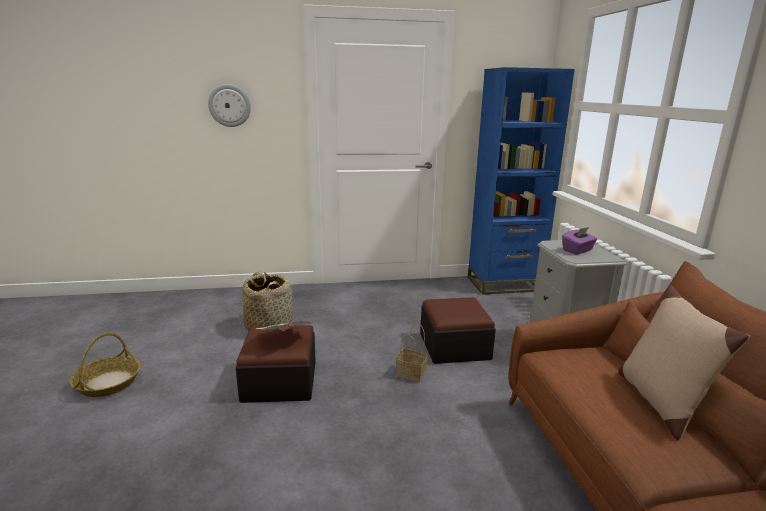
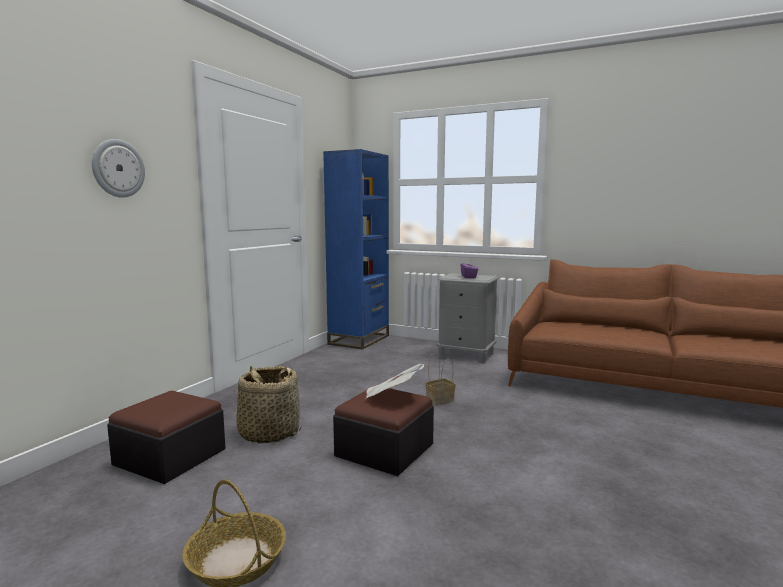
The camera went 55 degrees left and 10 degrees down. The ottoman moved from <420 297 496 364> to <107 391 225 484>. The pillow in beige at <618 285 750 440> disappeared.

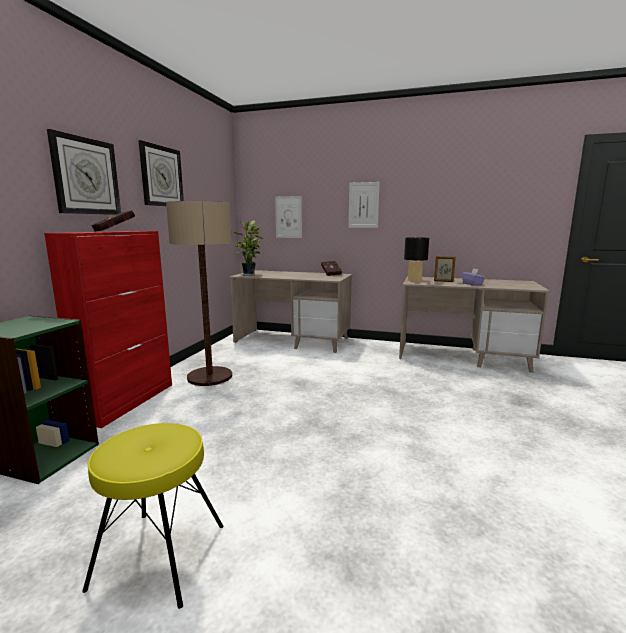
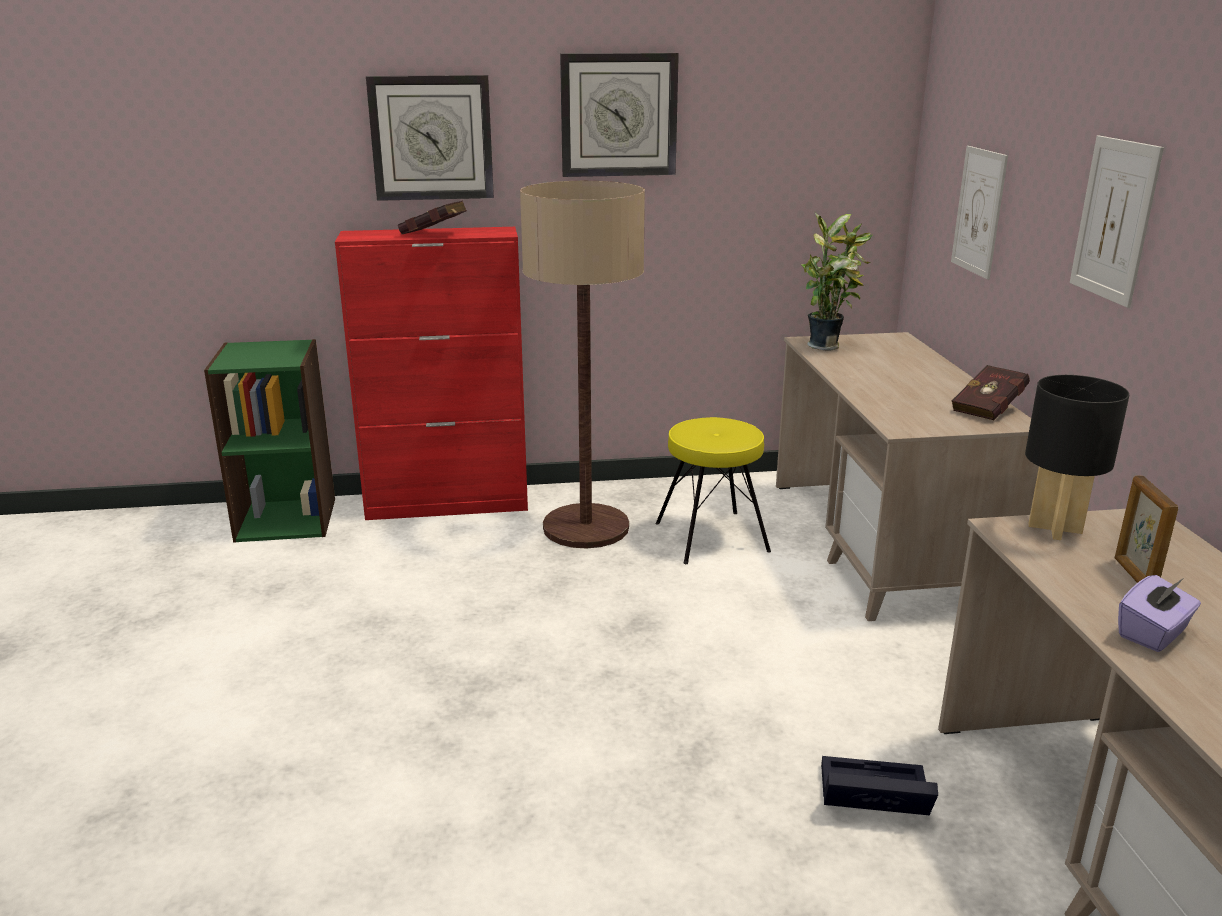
The camera went 65 degrees right and 10 degrees up. The stool seat in yellowish moved from <82 423 224 609> to <656 417 771 564>. The storage bin in black-coloured at <821 756 938 815> appeared.

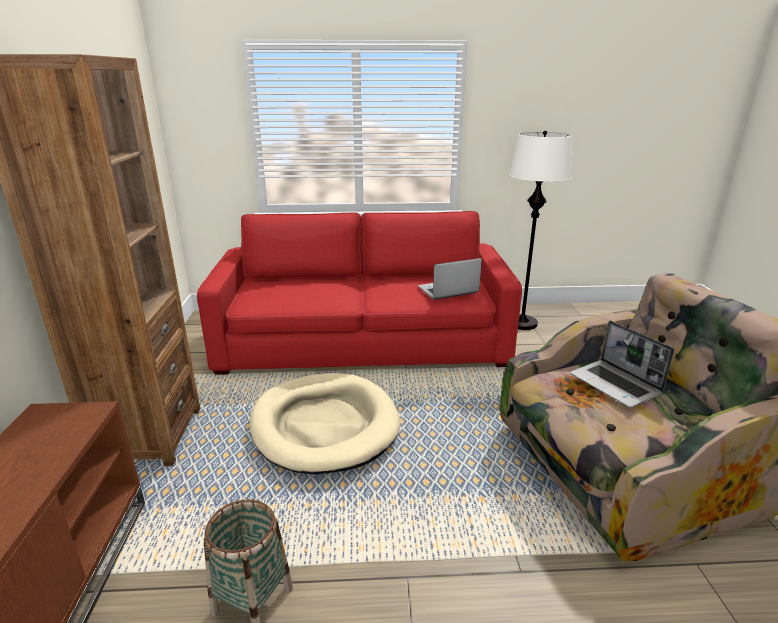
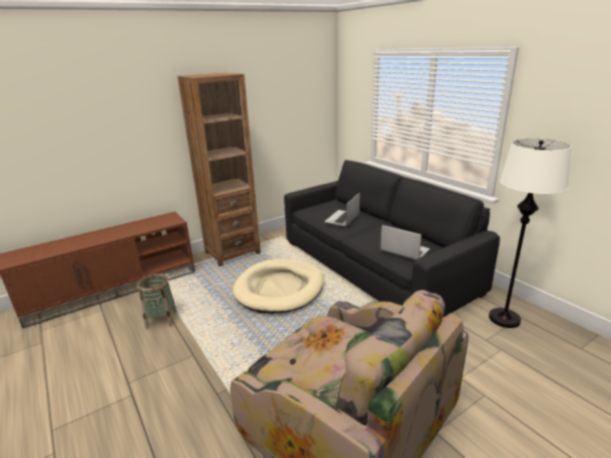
The camera went 60 degrees right and 0 degrees up. The sofa in reddish at <197 211 522 375> became the sofa in black-coloured at <284 160 500 317>. The laptop moved from <570 320 674 408> to <325 193 360 227>.

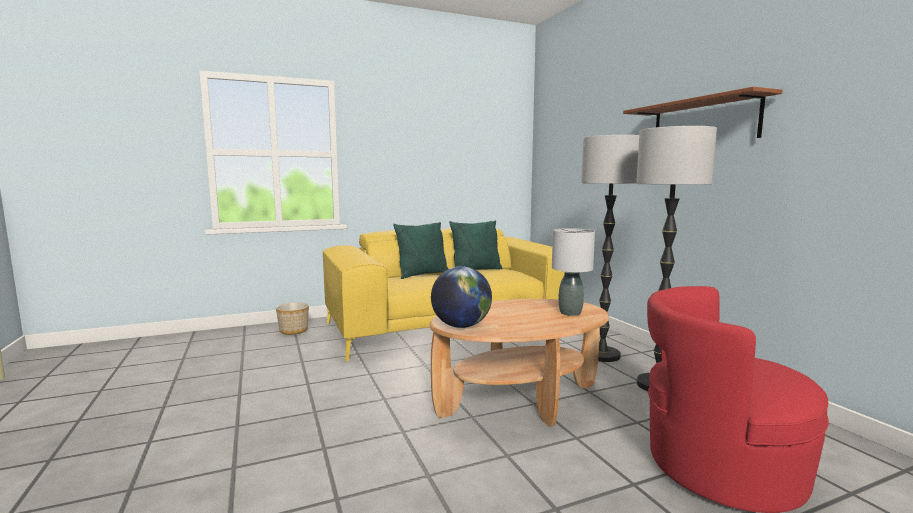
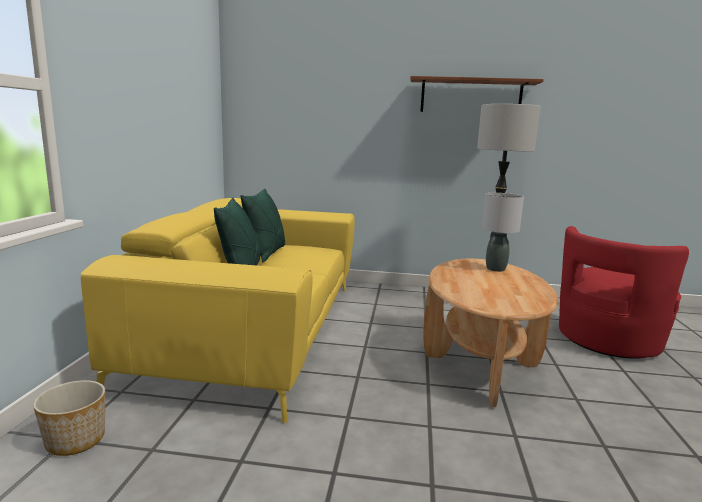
The camera went 60 degrees left and 5 degrees up. The desk globe at <431 266 492 328> disappeared. The floor lamp at <581 135 639 362> disappeared.

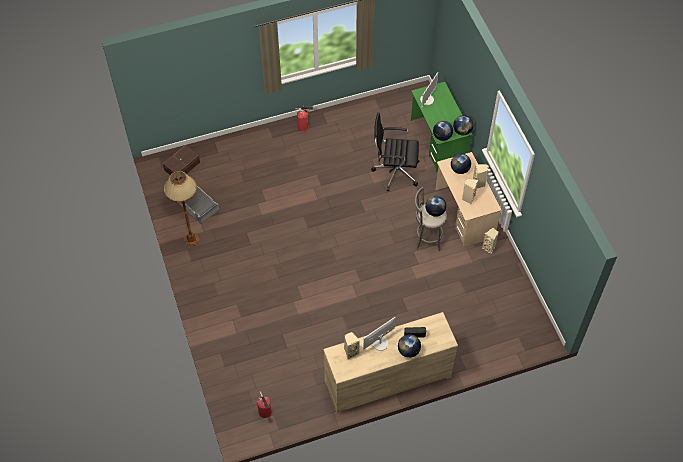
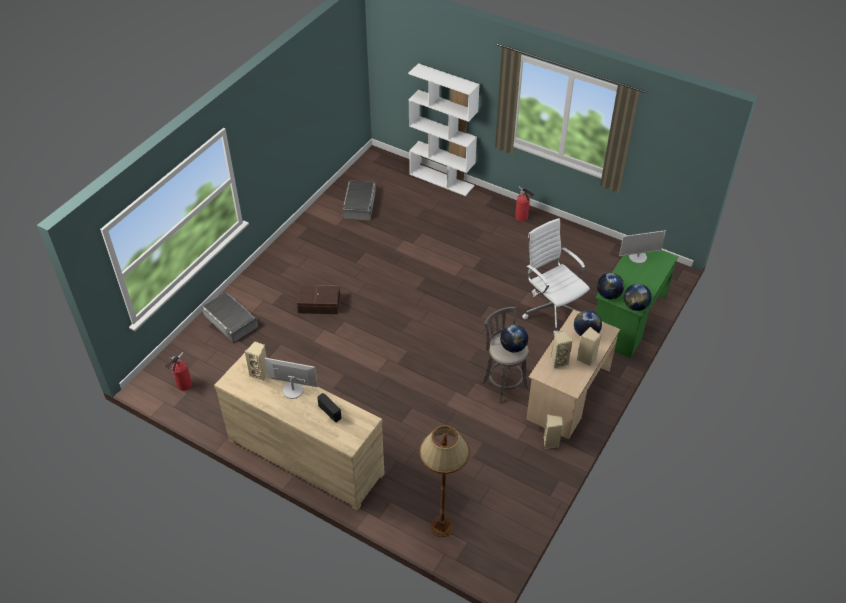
The camera went 50 degrees right and 10 degrees down. The storage bin in greyish at <202 292 258 343> appeared. The storage bin in brown-coloured moved from <163 145 200 180> to <297 285 340 314>. The shelving unit in whitish at <408 63 480 196> appeared. The floor lamp in brown-coloured moved from <164 171 199 246> to <419 425 470 537>. The computer chair in black-coloured at <371 112 419 191> became the computer chair in whitish at <522 218 590 334>. The desk globe at <398 334 421 358> disappeared.

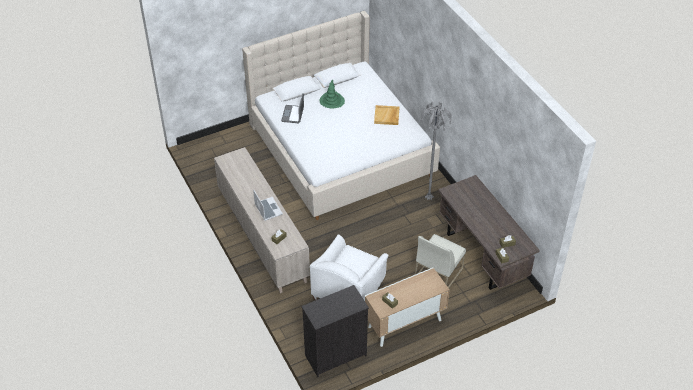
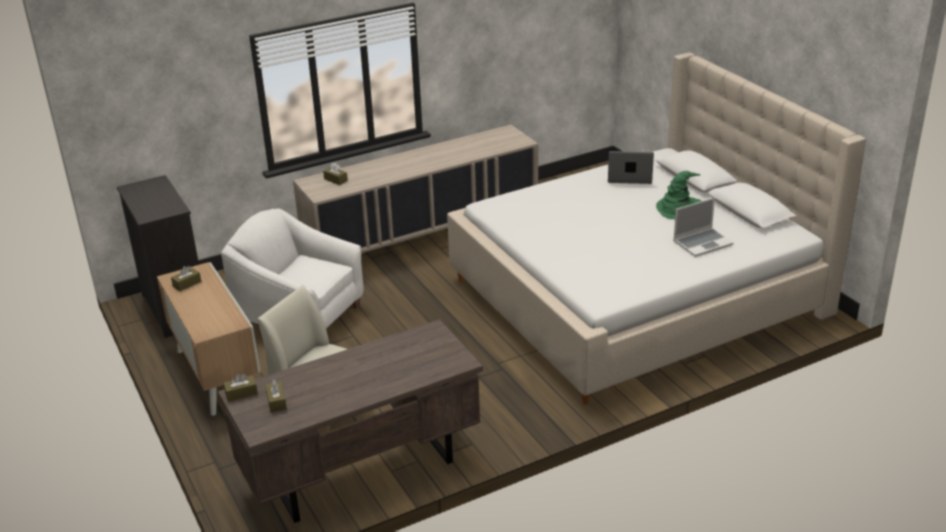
The camera went 90 degrees right and 15 degrees down. The laptop moved from <253 189 283 221> to <673 197 734 257>. The tray in beige at <374 105 400 125> disappeared. The floor lamp in greyish at <420 101 452 200> disappeared.

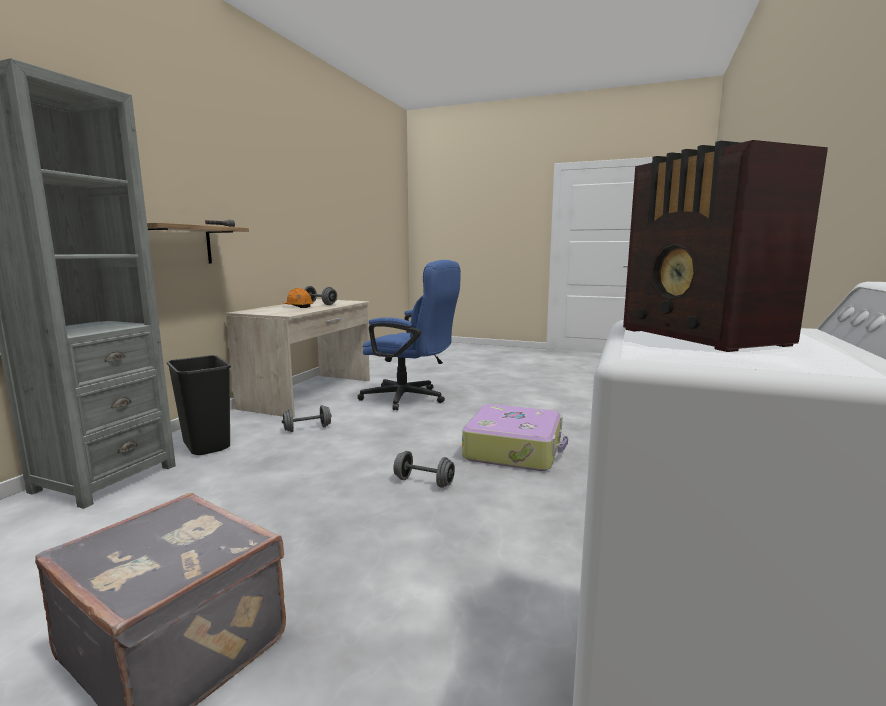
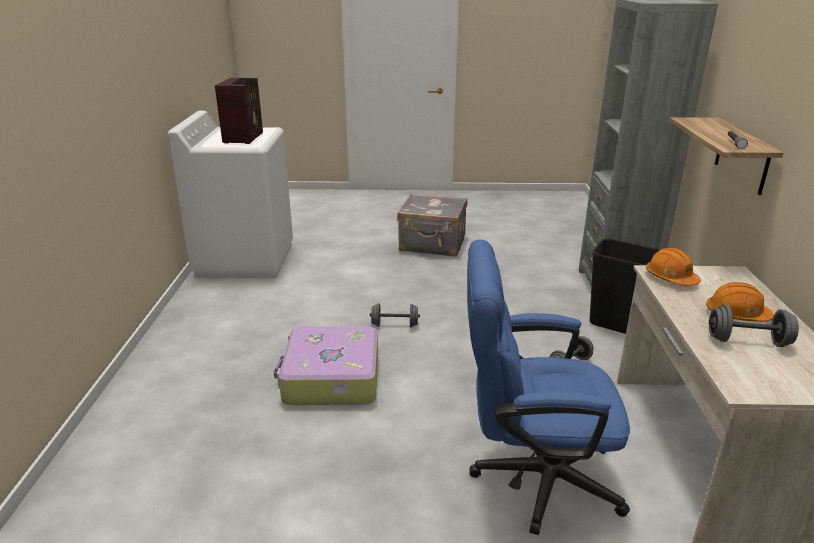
The camera went 160 degrees right and 15 degrees up. The radio receiver at <623 140 828 352> turned 45 degrees clockwise. The safety helmet in orange-coloured at <646 248 700 286> appeared.

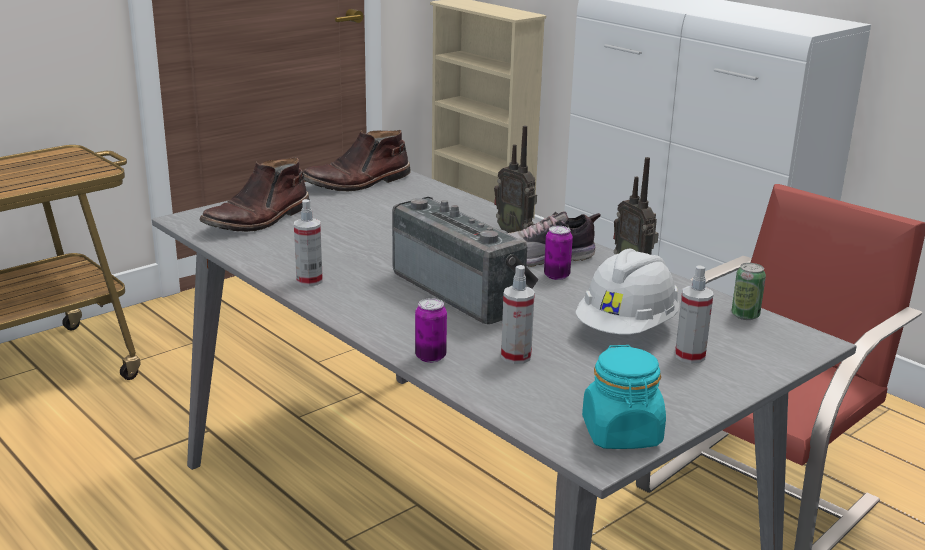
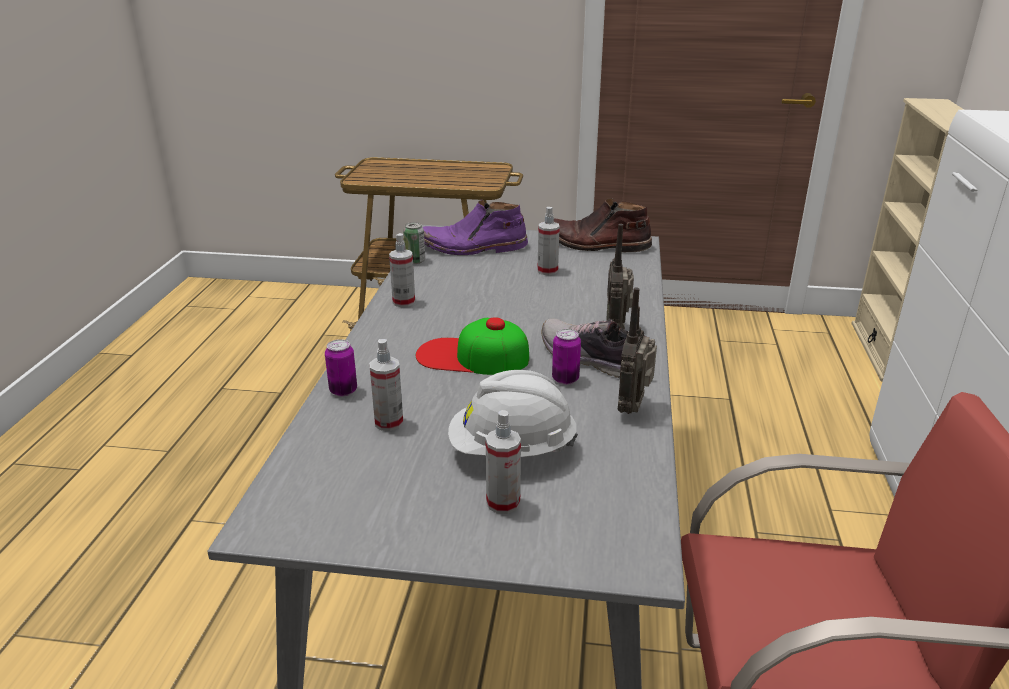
The camera went 50 degrees right and 5 degrees up. The sealed can moved from <731 263 766 320> to <403 222 425 264>. The radio receiver at <392 197 539 324> was replaced by the baseball cap at <416 317 529 375>. The high-top boot in brown-coloured at <199 157 310 232> became the high-top boot in purple at <423 200 528 255>. The sprayer at <537 207 560 275> appeared. The jar in turquoise-coloured at <582 345 666 449> disappeared.

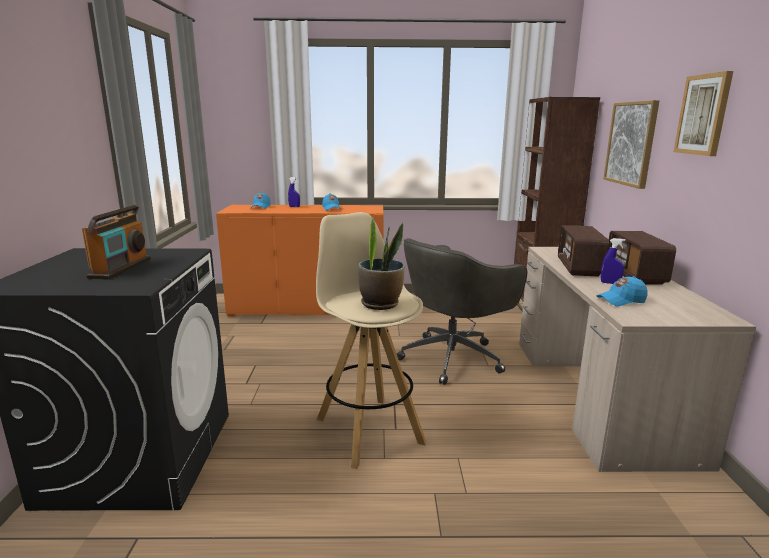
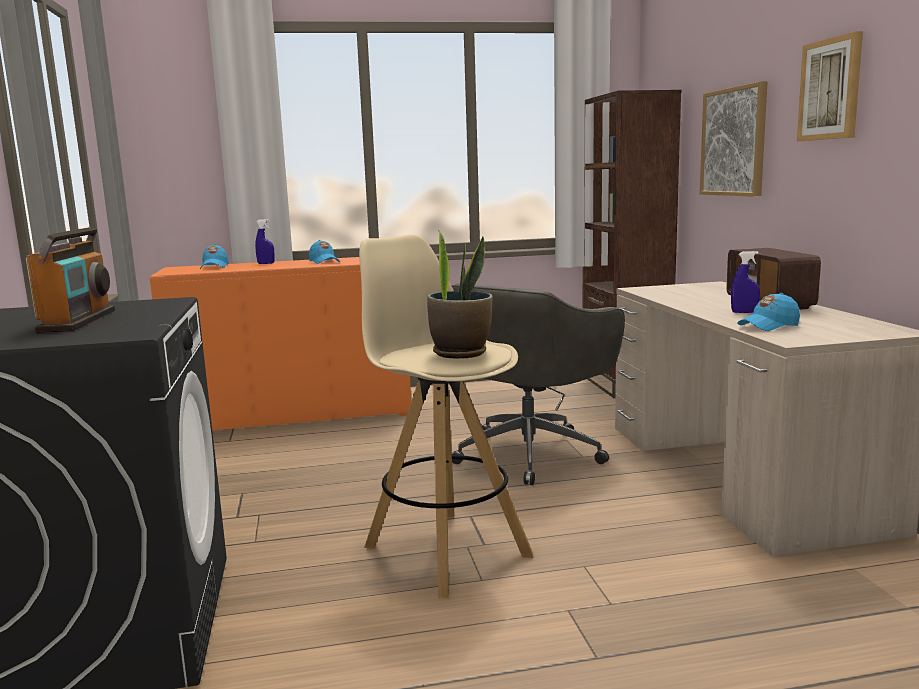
The camera went 10 degrees left and 5 degrees down. The radio receiver at <558 225 609 277> disappeared.

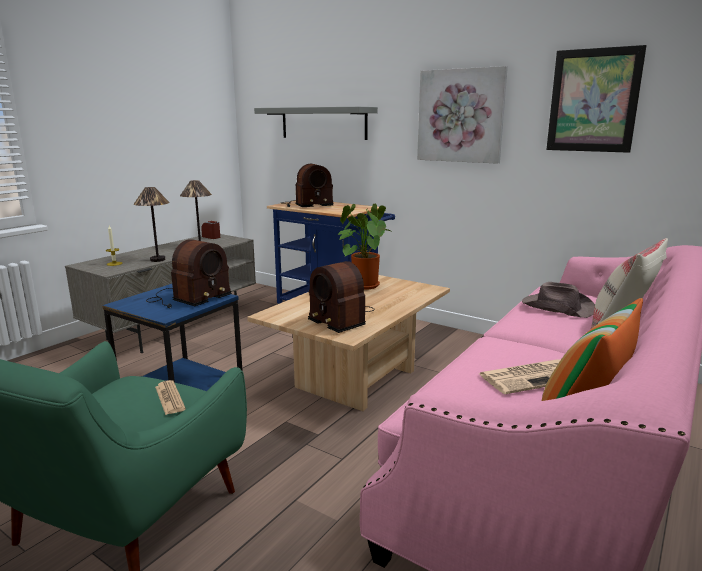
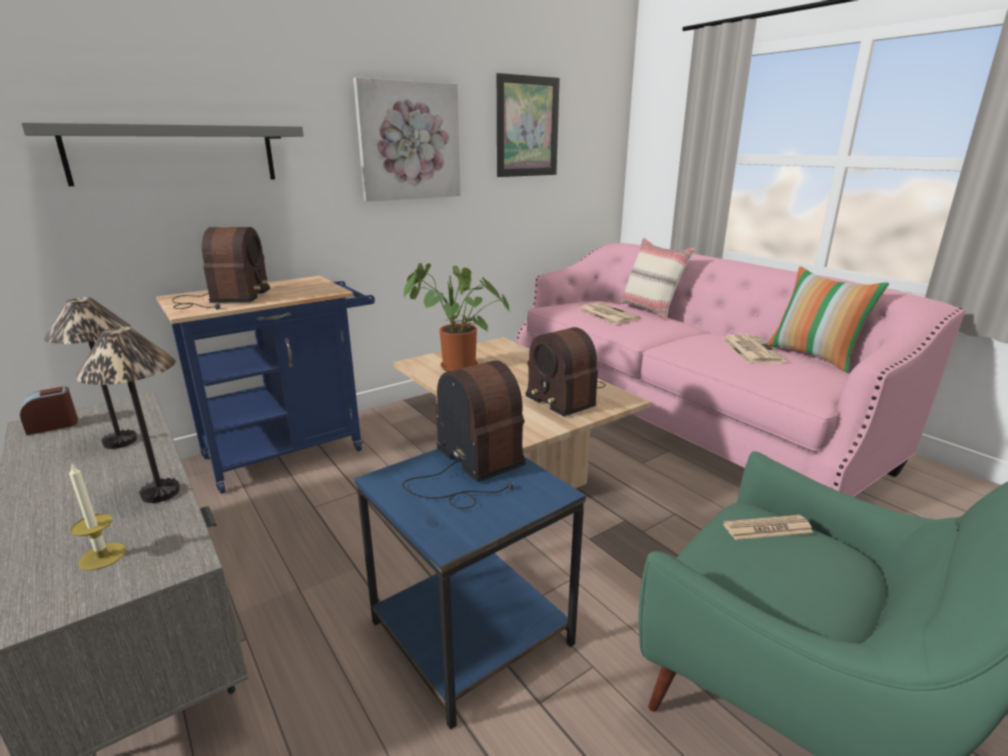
The camera went 70 degrees left and 5 degrees up. The radio receiver at <308 261 375 333> turned 75 degrees clockwise. The clothing hat in brown-coloured at <522 282 595 318> was replaced by the newspaper at <578 303 641 324>.

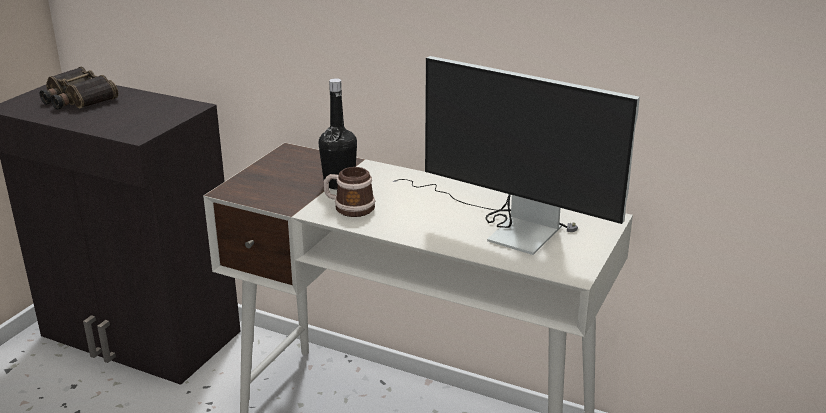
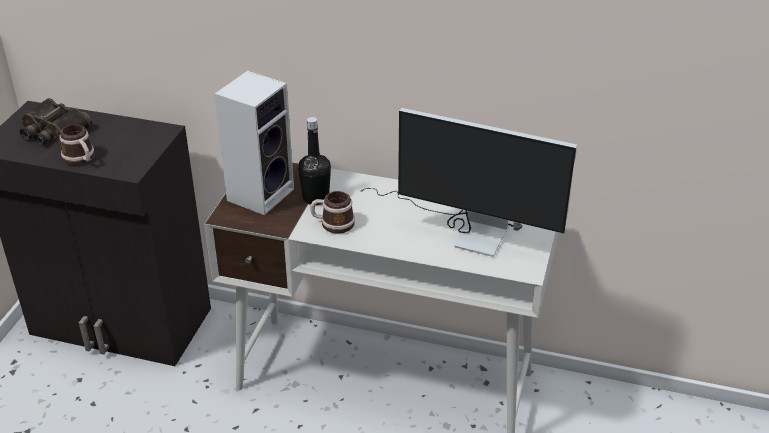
The camera went 10 degrees left and 10 degrees up. The coffee mug at <59 125 94 165> appeared. The loudspeaker at <214 71 294 215> appeared.

